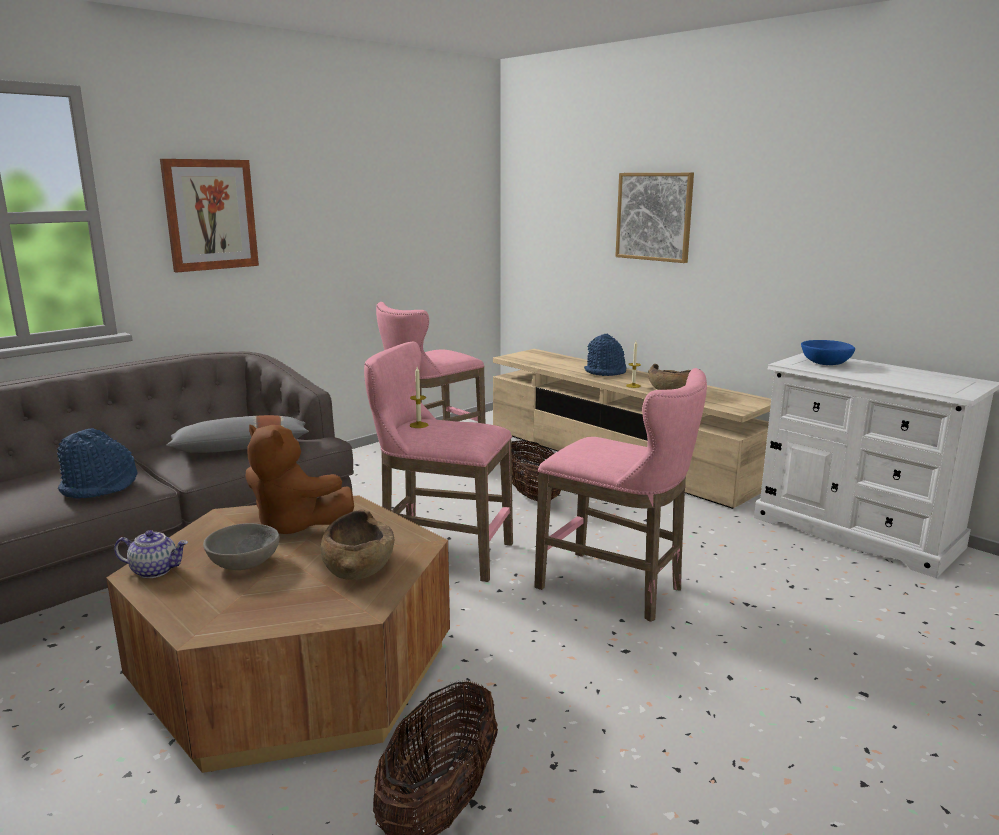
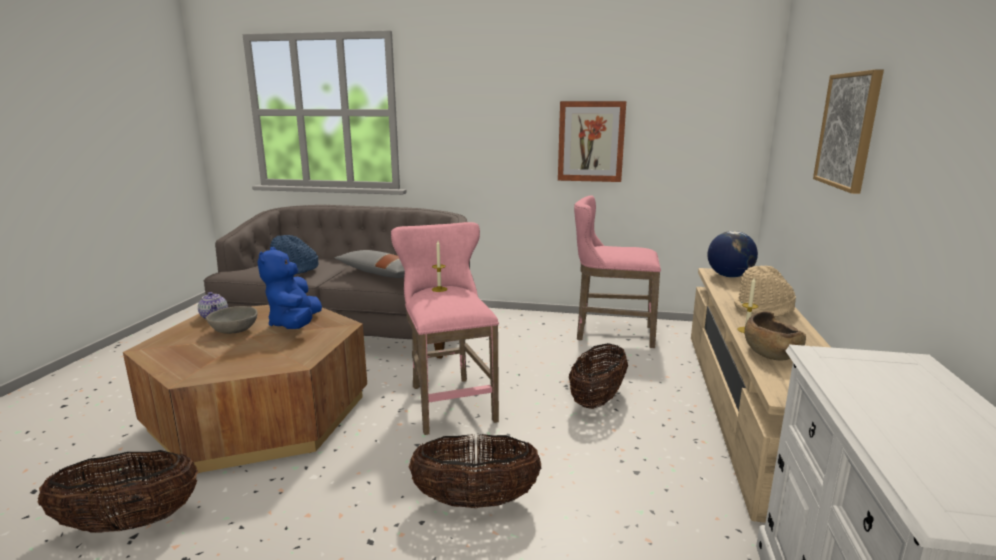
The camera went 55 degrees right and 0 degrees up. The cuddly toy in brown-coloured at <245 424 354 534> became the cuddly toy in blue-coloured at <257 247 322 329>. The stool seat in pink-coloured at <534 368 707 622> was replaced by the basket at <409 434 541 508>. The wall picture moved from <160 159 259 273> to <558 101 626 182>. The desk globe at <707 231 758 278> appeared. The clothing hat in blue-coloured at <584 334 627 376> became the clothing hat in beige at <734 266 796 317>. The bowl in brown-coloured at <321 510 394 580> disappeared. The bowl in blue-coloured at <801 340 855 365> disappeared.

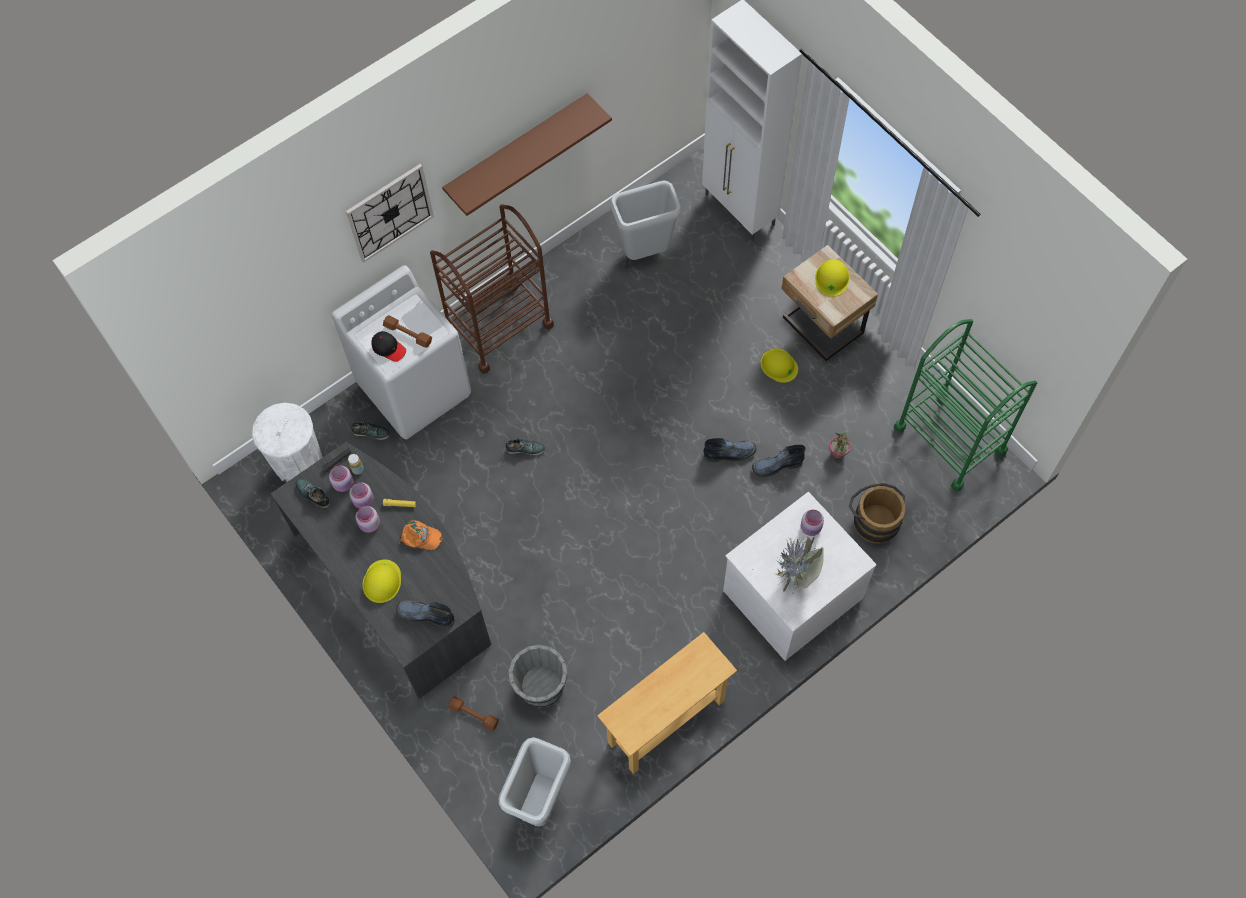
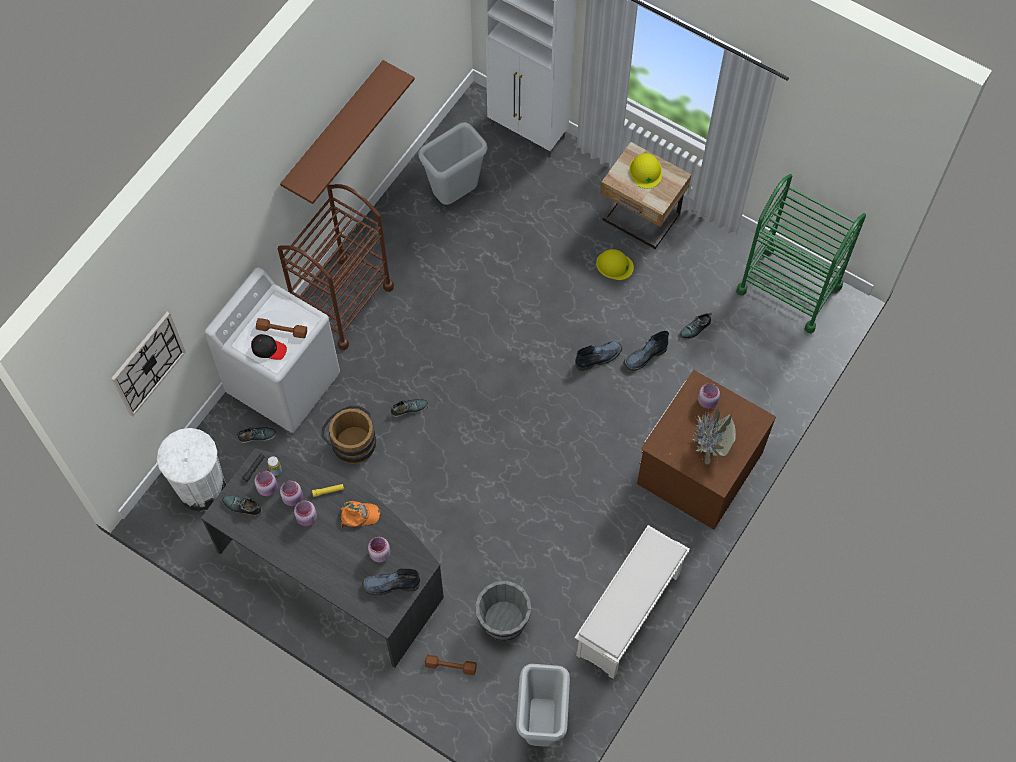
The camera went 20 degrees left and 0 degrees up. The wall clock moved from <346 164 434 263> to <111 312 186 417>. The water bucket in brown-coloured moved from <849 483 905 544> to <321 406 376 464>. The jar in pink-coloured at <368 537 390 562> appeared. The narrow table in beige at <597 632 737 774> was replaced by the shoe shelf in whitish at <575 525 690 679>. The dresser in whitish at <723 492 877 661> became the dresser in brown-coloured at <637 370 776 530>. The potted plant at <829 432 851 458> was replaced by the low shoe at <679 312 712 339>. The safety helmet in yellowish at <363 559 401 603> disappeared.

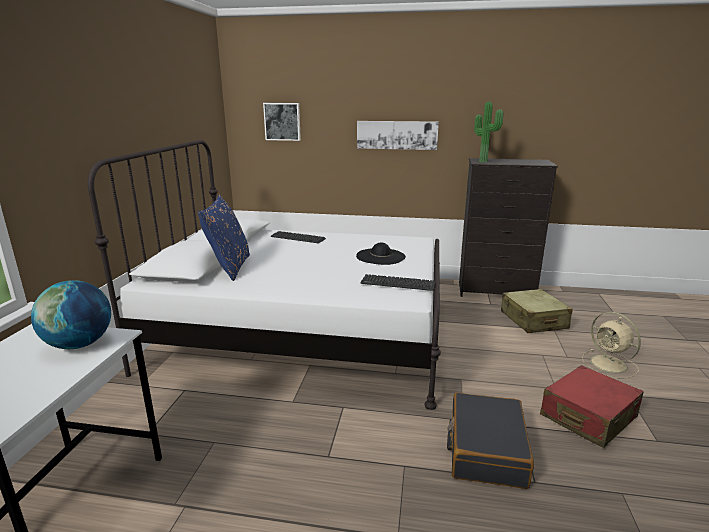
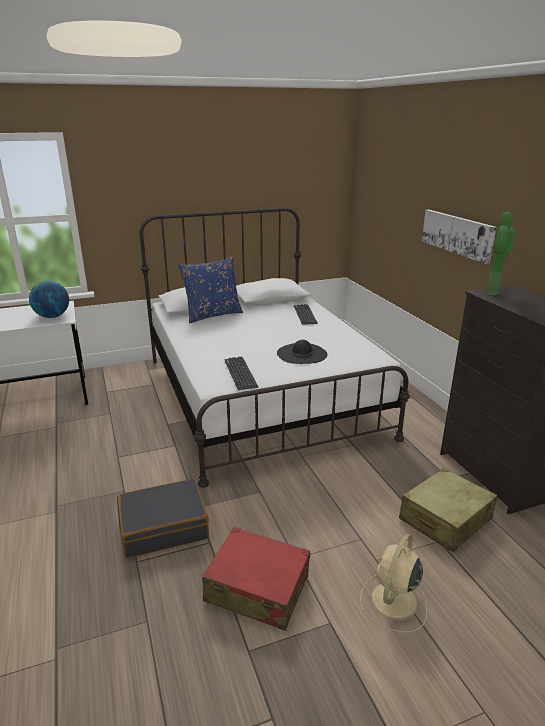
The camera went 60 degrees right and 5 degrees up. The wall picture at <263 103 301 141> disappeared.

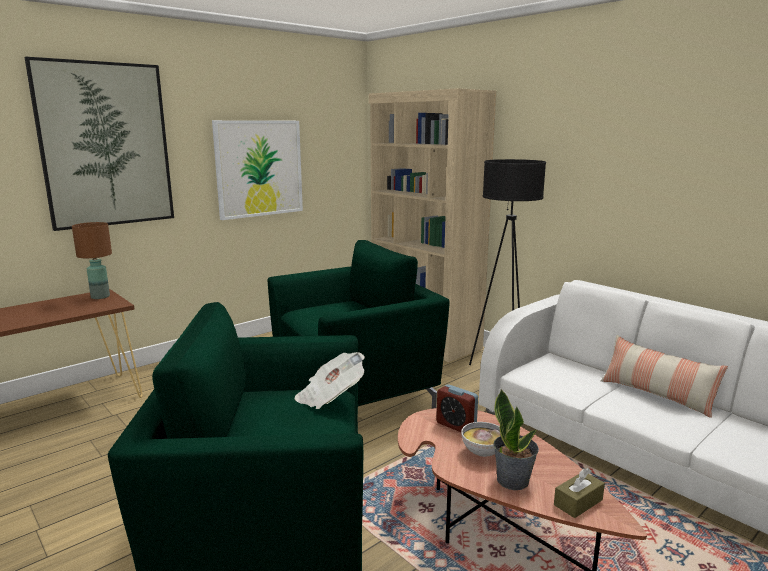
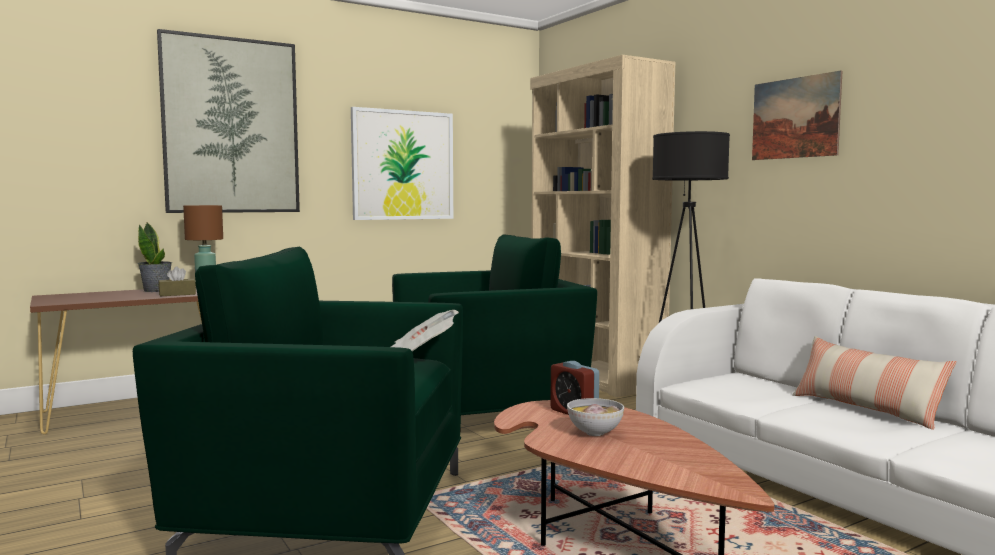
The camera went 10 degrees right and 10 degrees down. The potted plant moved from <494 389 539 490> to <138 222 172 292>. The tissue box in brown-coloured moved from <554 468 605 518> to <158 266 196 296>. The wall picture at <752 71 842 160> appeared.

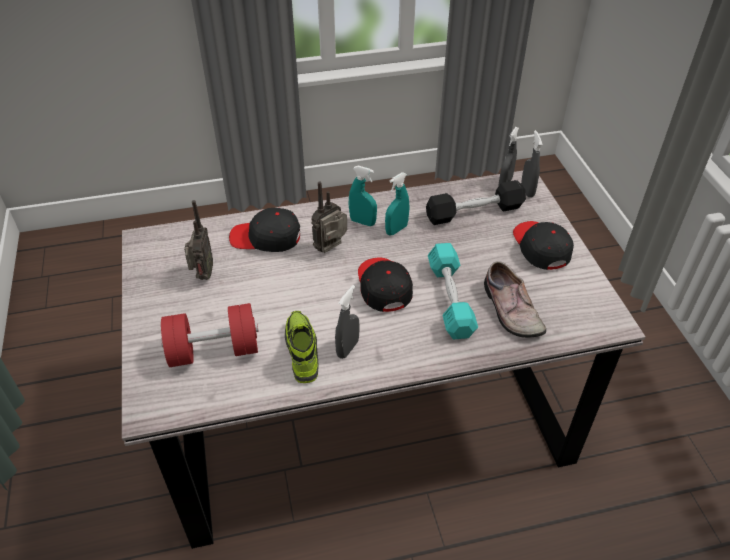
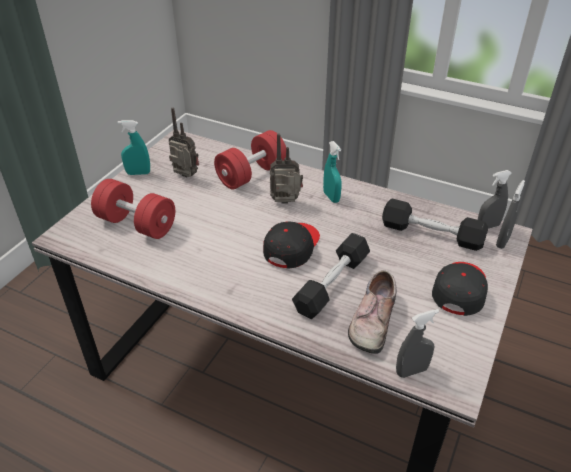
The camera went 40 degrees right and 5 degrees down. The sprayer in turquoise-coloured moved from <385 172 409 236> to <118 120 150 175>. The radio receiver at <184 200 213 280> turned 105 degrees counterclockwise. The baseball cap in black-coloured at <229 208 300 252> was replaced by the dumbbell in reddish at <214 130 286 190>. The dumbbell in turquoise-coloured at <428 243 478 340> became the dumbbell in black-coloured at <292 233 370 319>. The sprayer in greyish moved from <335 285 360 359> to <396 309 439 378>. The low shoe at <285 311 319 383> disappeared.

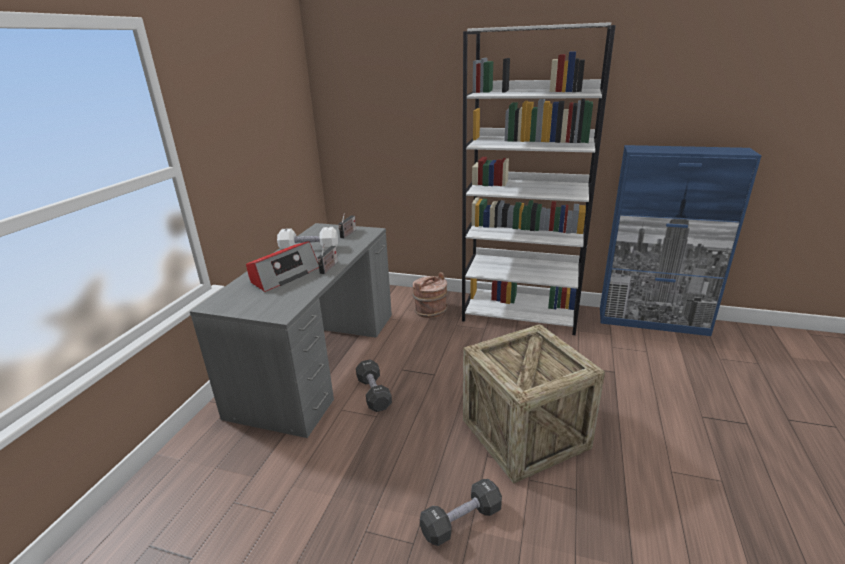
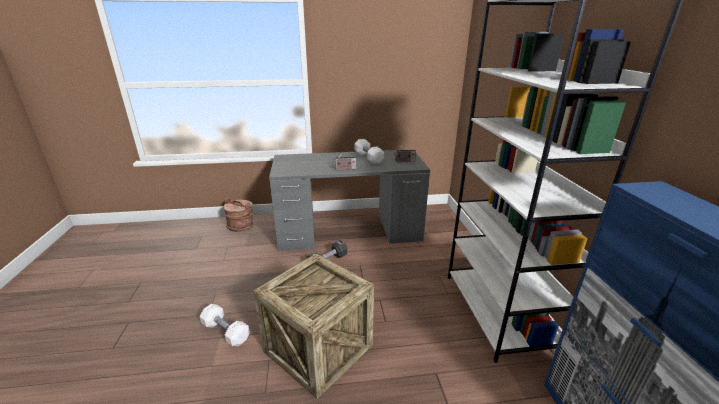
The camera went 65 degrees right and 0 degrees up. The dumbbell in black-coloured at <420 479 502 546> became the dumbbell in whitish at <200 304 250 346>. The water bucket in brown-coloured moved from <412 272 448 318> to <224 198 254 232>. The radio receiver at <246 242 319 292> disappeared.

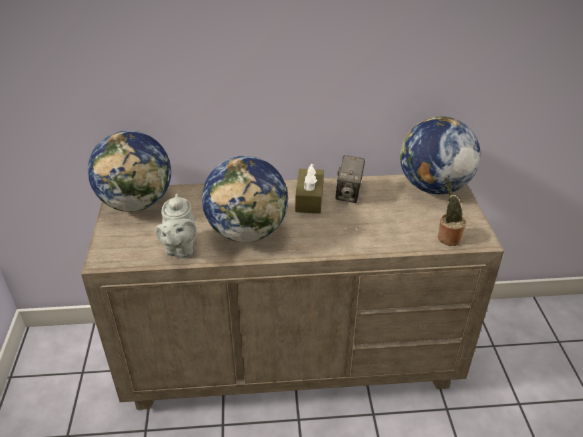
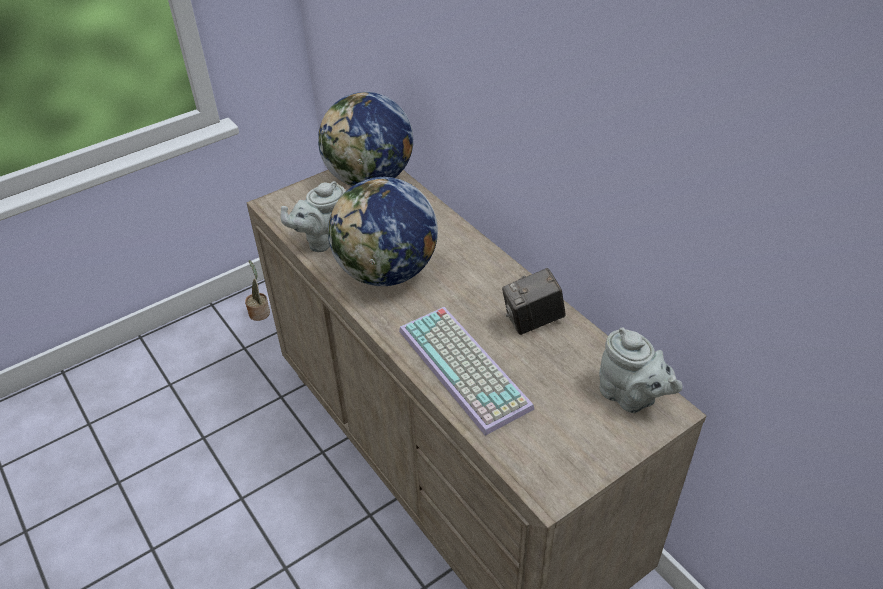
The camera went 60 degrees right and 5 degrees up. The potted plant moved from <438 177 466 246> to <245 260 270 321>. The PC keyboard at <399 307 535 436> appeared. The desk globe at <400 116 480 194> was replaced by the tea pot in greyish at <599 327 683 413>. The tissue box in brown-coloured at <295 164 324 214> disappeared.

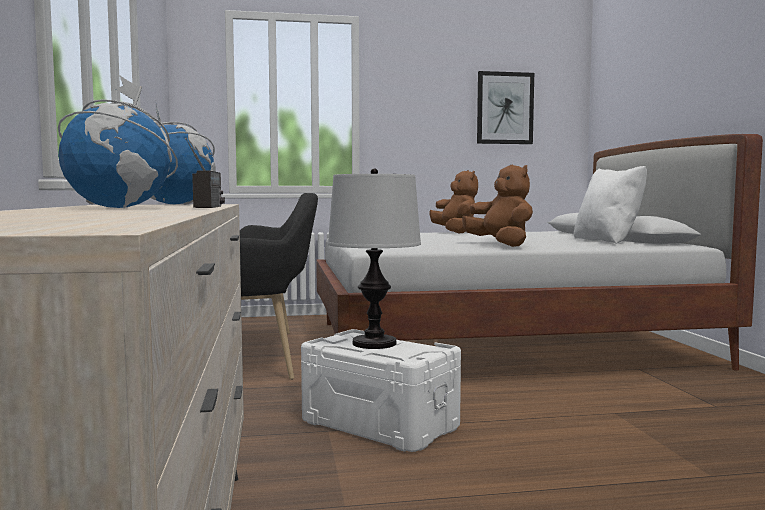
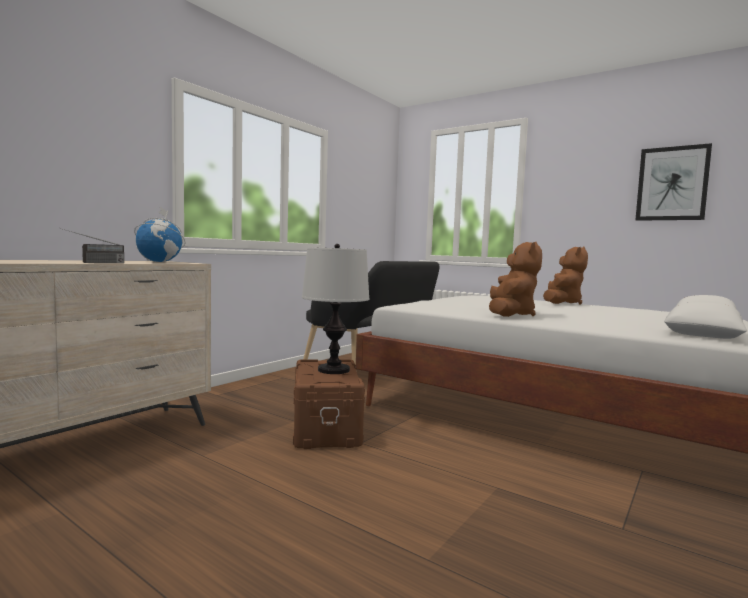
The camera went 45 degrees right and 0 degrees up. The storage bin in whitish at <301 329 461 452> became the storage bin in brown-coloured at <293 359 365 449>. The desk globe at <58 75 178 208> disappeared. The pillow in whitish at <574 166 647 244> disappeared.

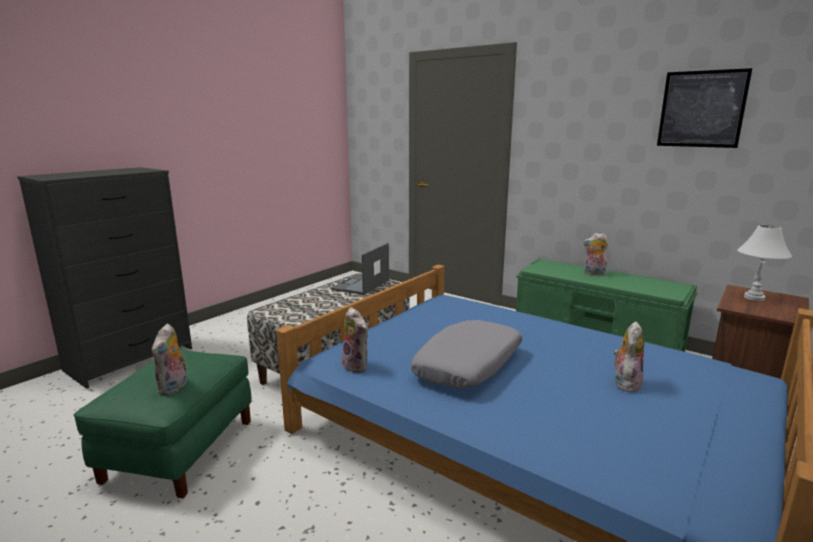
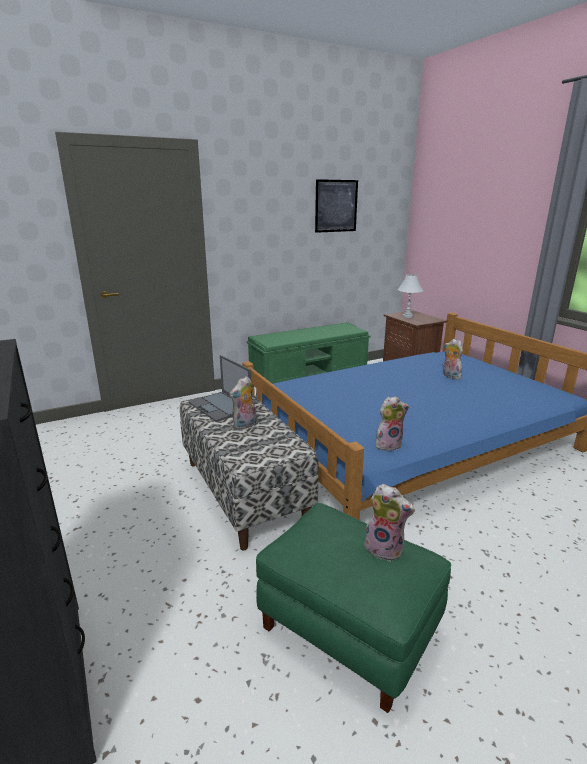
The camera went 65 degrees left and 5 degrees up. The cuddly toy moved from <583 233 608 275> to <230 376 257 430>. The pillow in greyish at <411 320 522 389> disappeared.

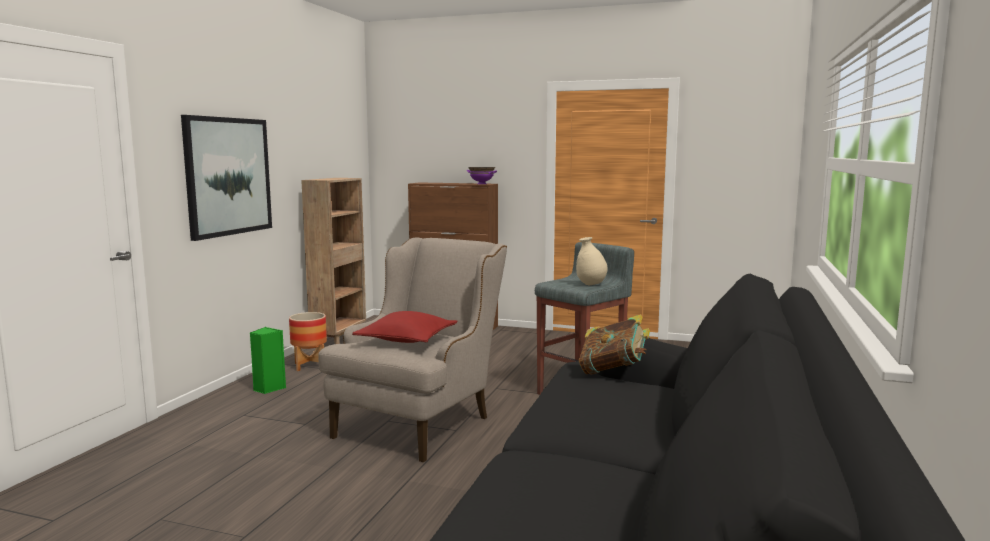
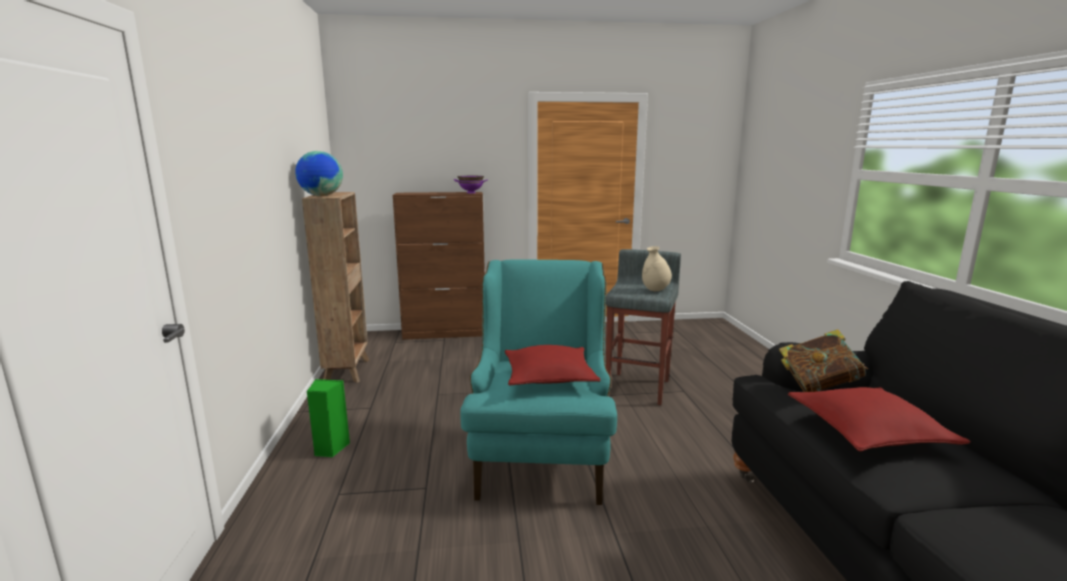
The camera went 25 degrees left and 5 degrees up. The desk globe at <295 151 343 196> appeared. The easy chair in beige at <318 237 507 462> became the easy chair in turquoise-coloured at <460 259 617 505>. The pillow in reddish at <788 387 971 452> appeared. The wall picture at <181 115 272 241> disappeared. The planter at <289 312 327 371> disappeared.

